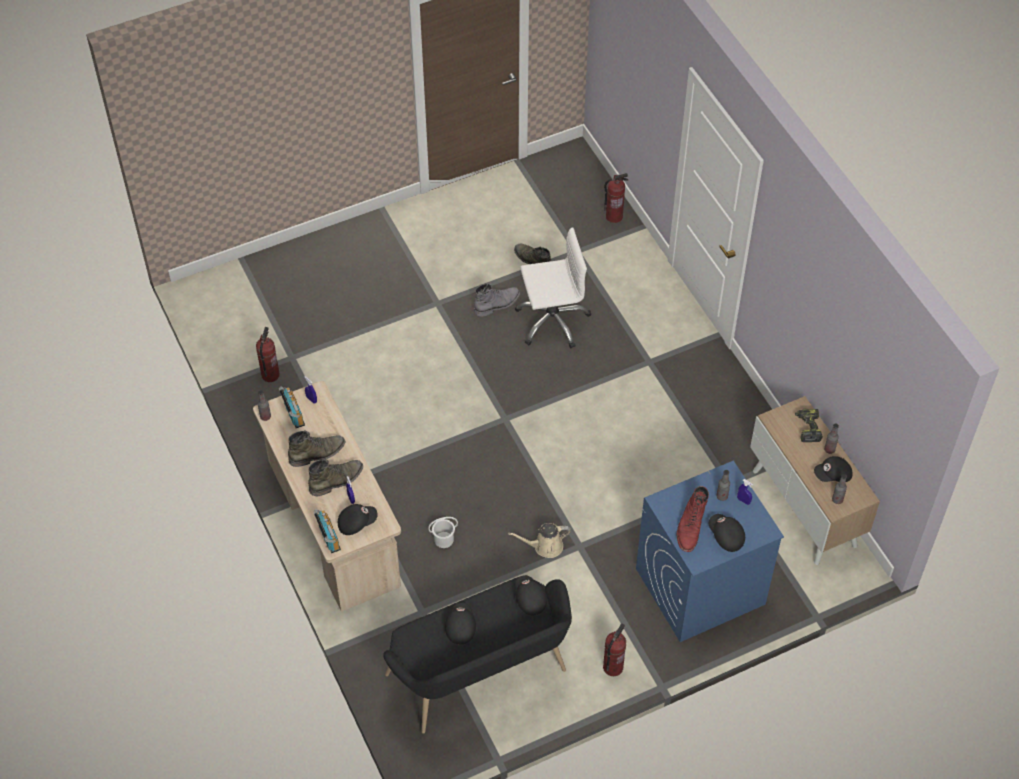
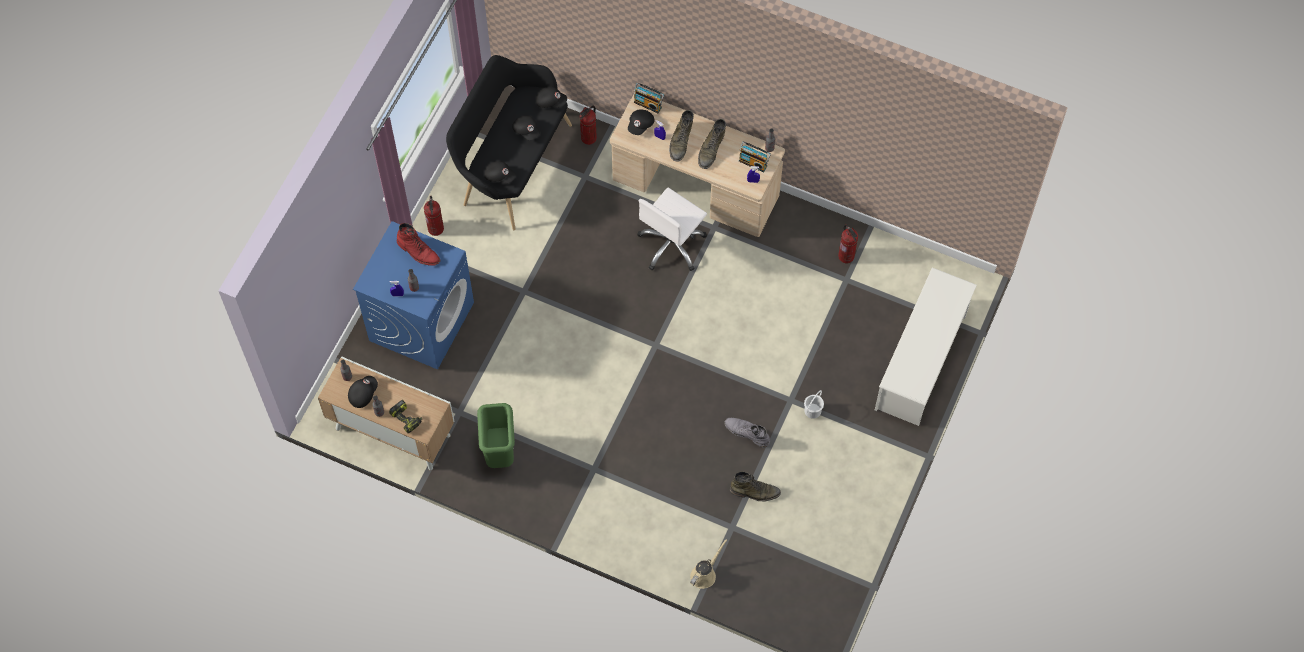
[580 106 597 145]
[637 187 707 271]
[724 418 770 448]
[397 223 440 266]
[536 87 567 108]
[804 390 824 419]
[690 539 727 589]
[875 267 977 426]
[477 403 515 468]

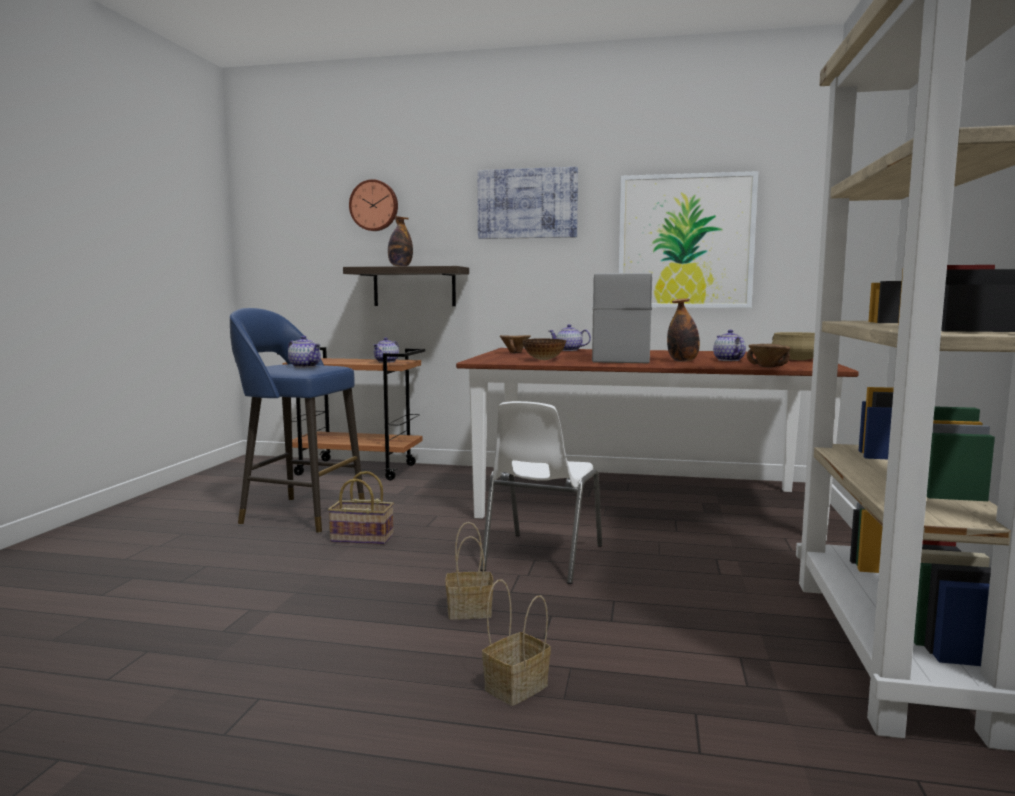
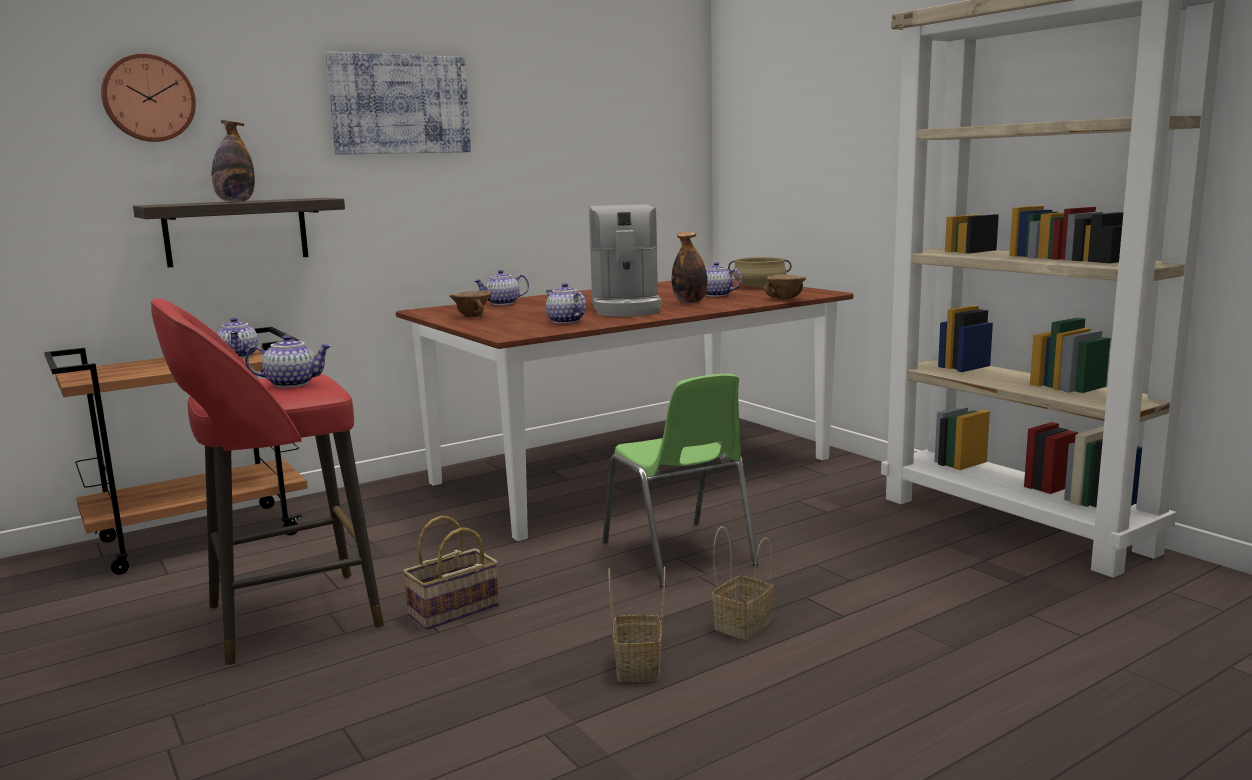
[619 171 758 308] (first image)
[589 204 661 317]
[151 298 384 666]
[546 283 586 324]
[603 374 759 587]
[609 566 665 682]

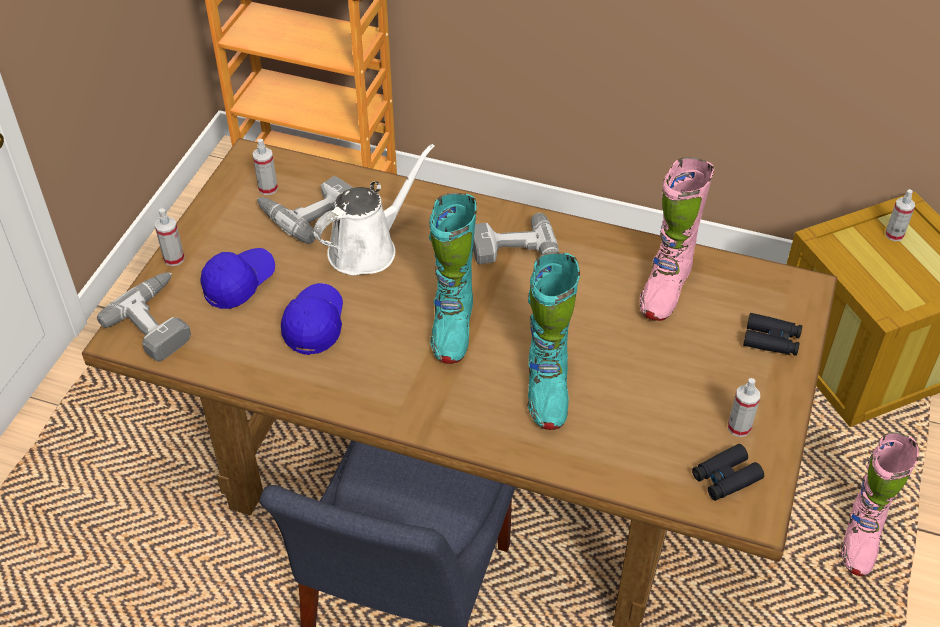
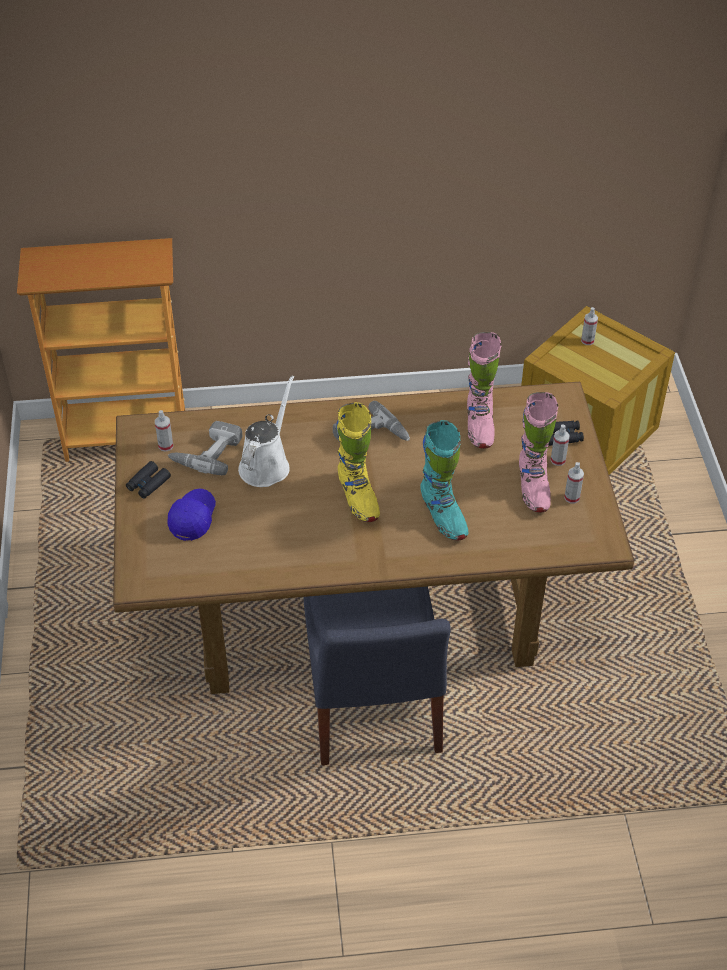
[336 402 380 522]
[551 424 570 466]
[97 272 191 362] (first image)
[281 283 343 355] (first image)
[519 392 558 513]
[126 461 171 499]

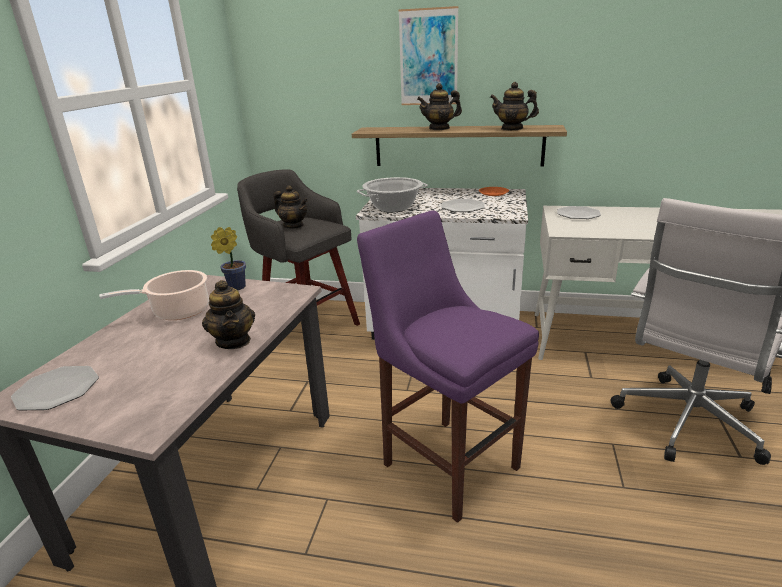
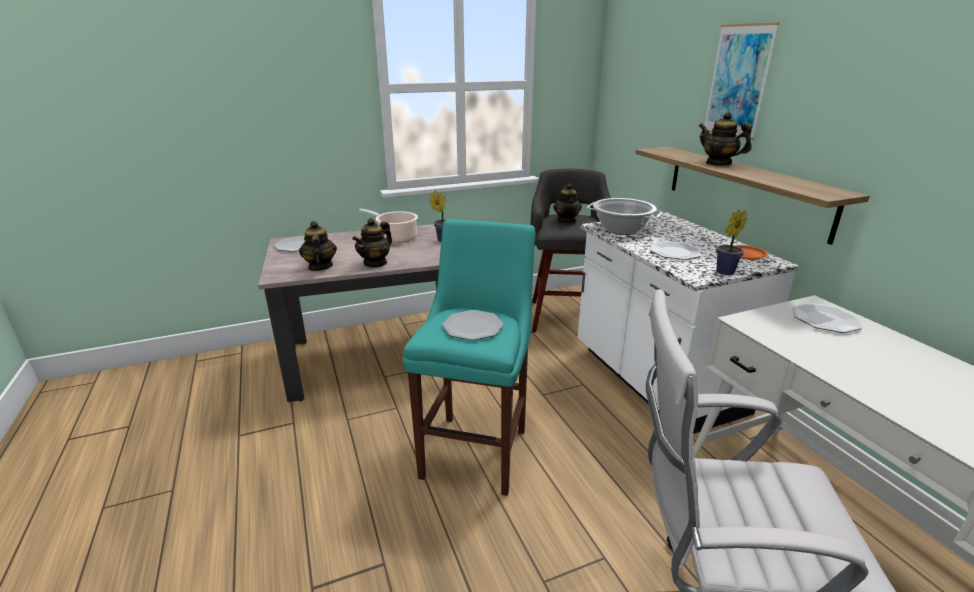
[299 221 337 271]
[403 219 535 496]
[716 209 748 275]
[442 310 504 340]

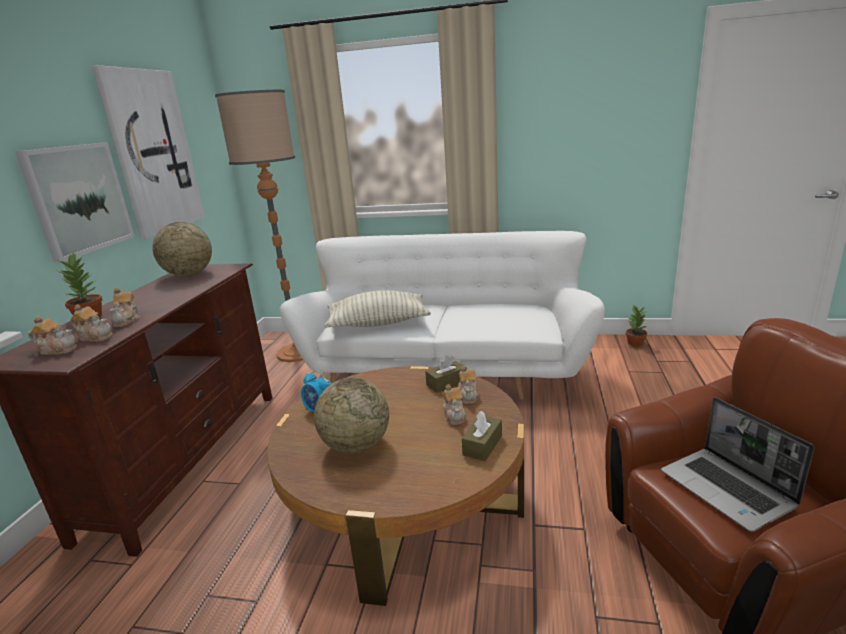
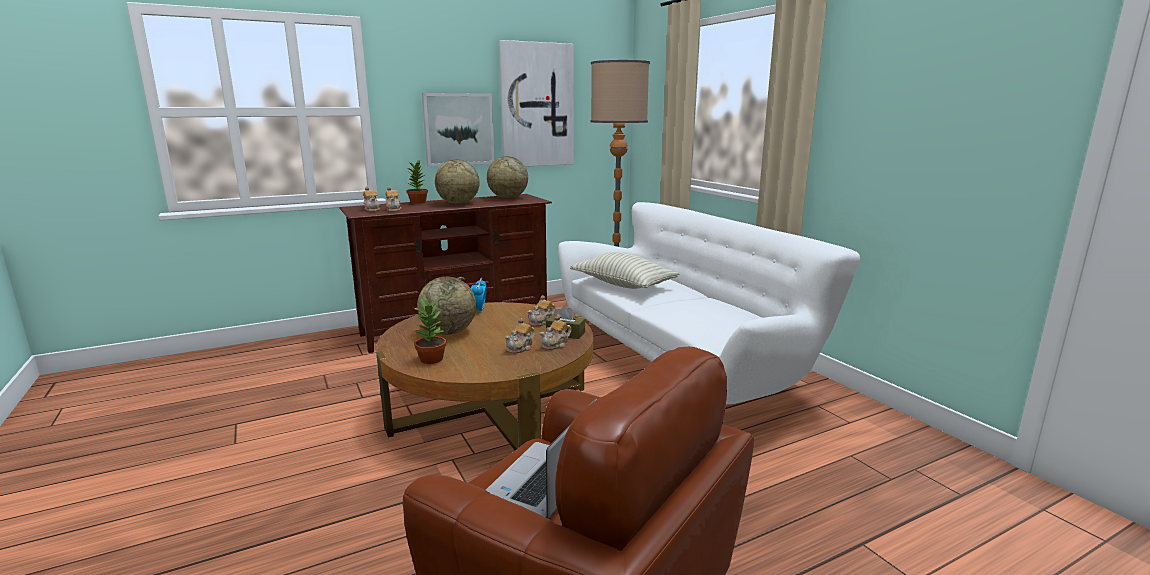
[528 295 555 326]
[414 297 446 364]
[462 411 502 461] (first image)
[435 159 480 204]

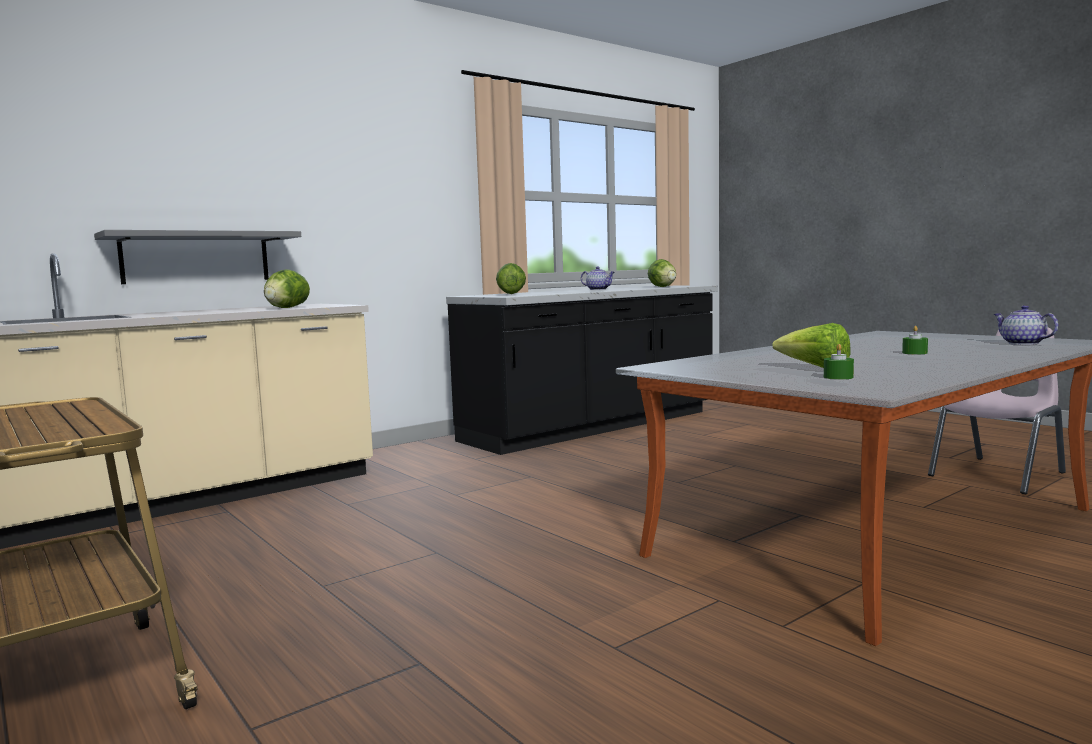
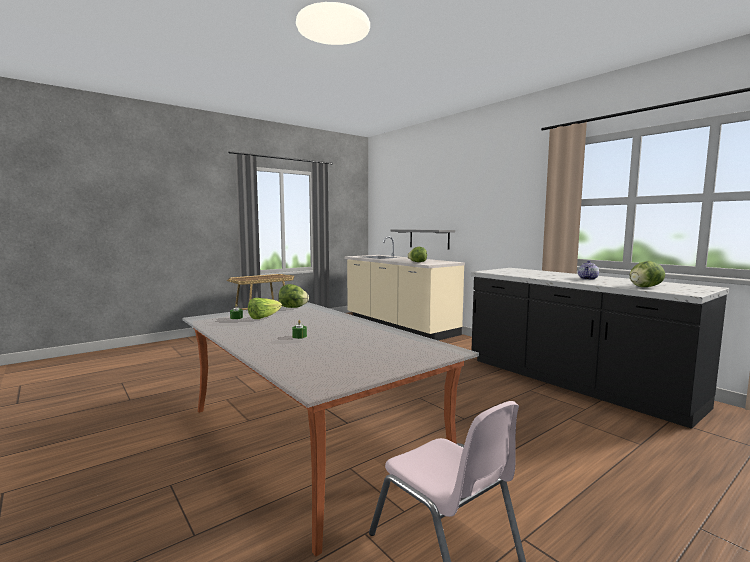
[278 284 309 308]
[993 305 1058 345] (first image)

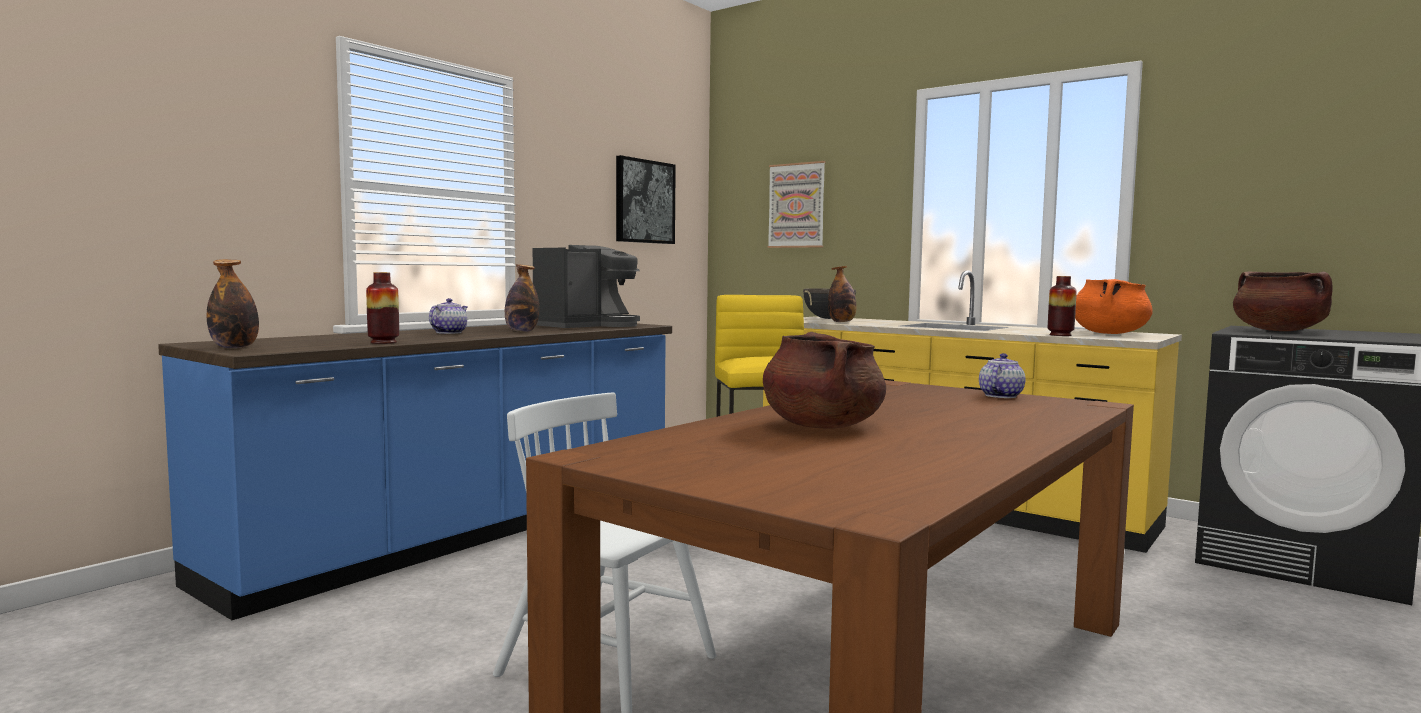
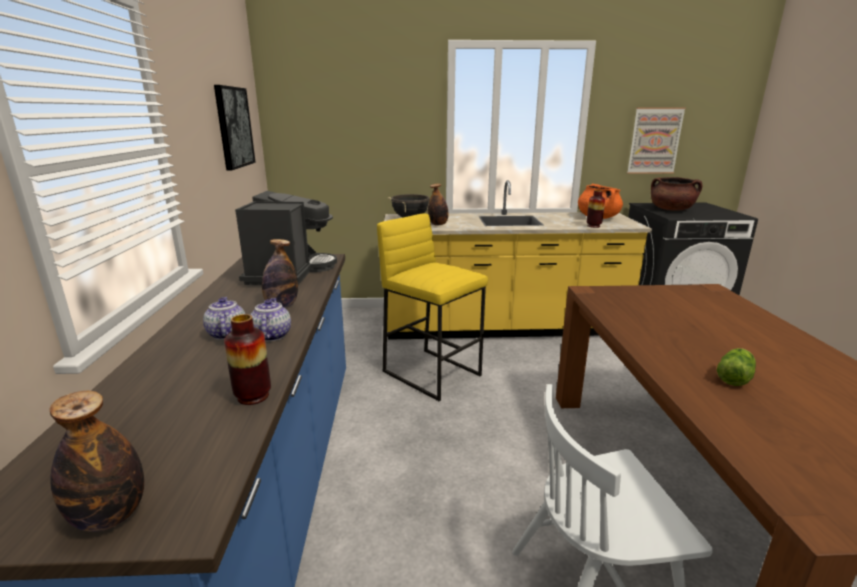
[627 107 686 174]
[717 348 756 386]
[250 298 291 341]

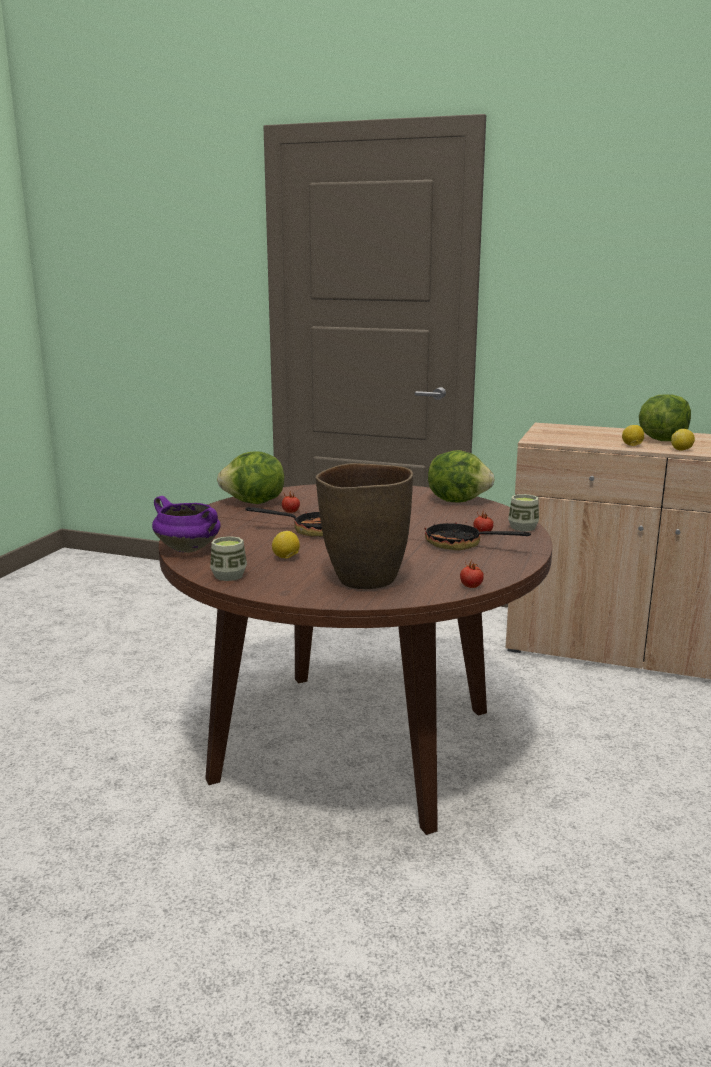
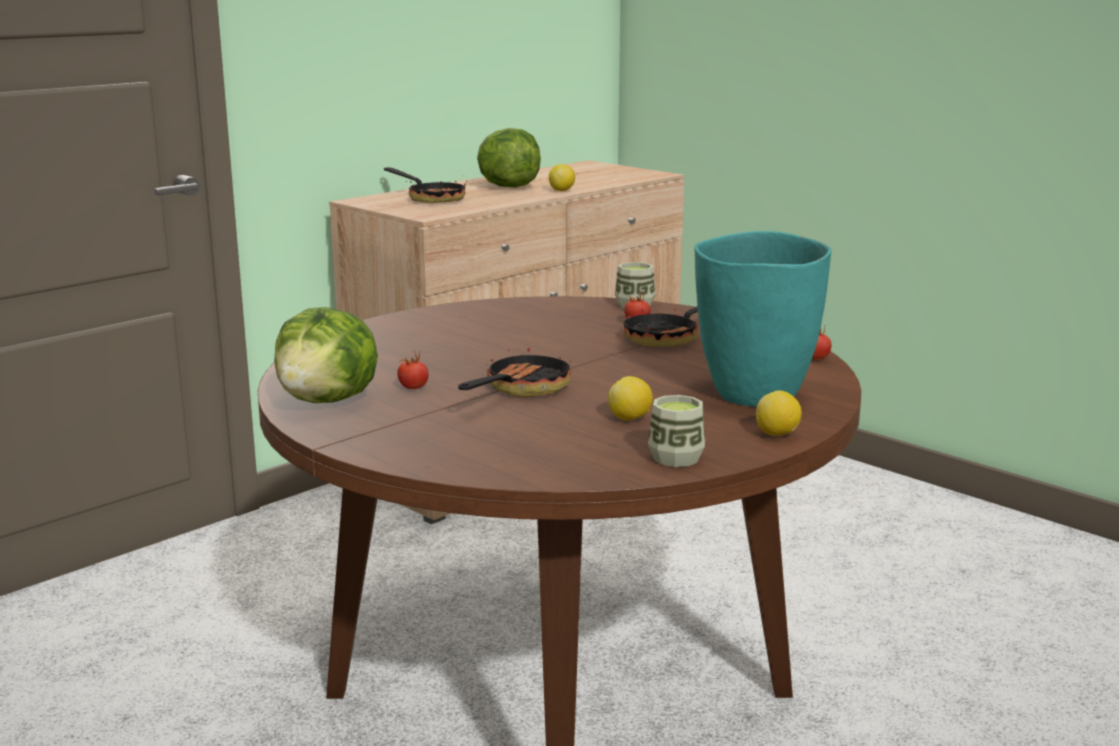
[756 390 802 436]
[428 450 494 502] (first image)
[694 231 832 407]
[152 496 221 553] (first image)
[384 167 467 203]

